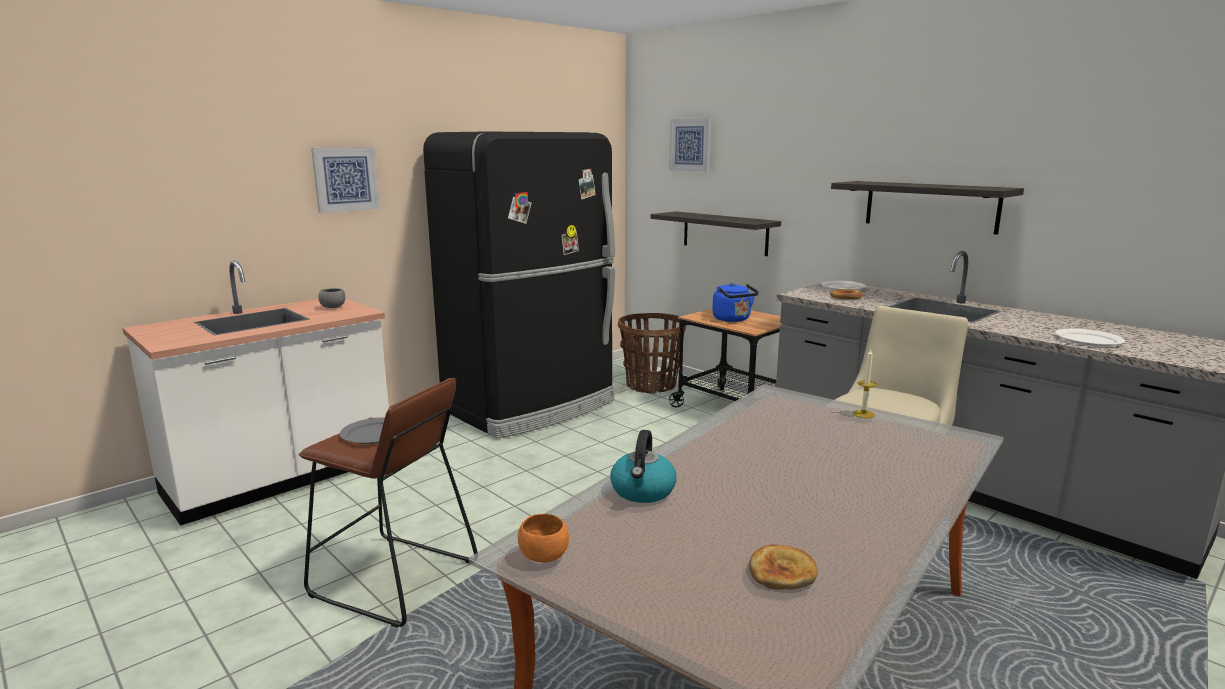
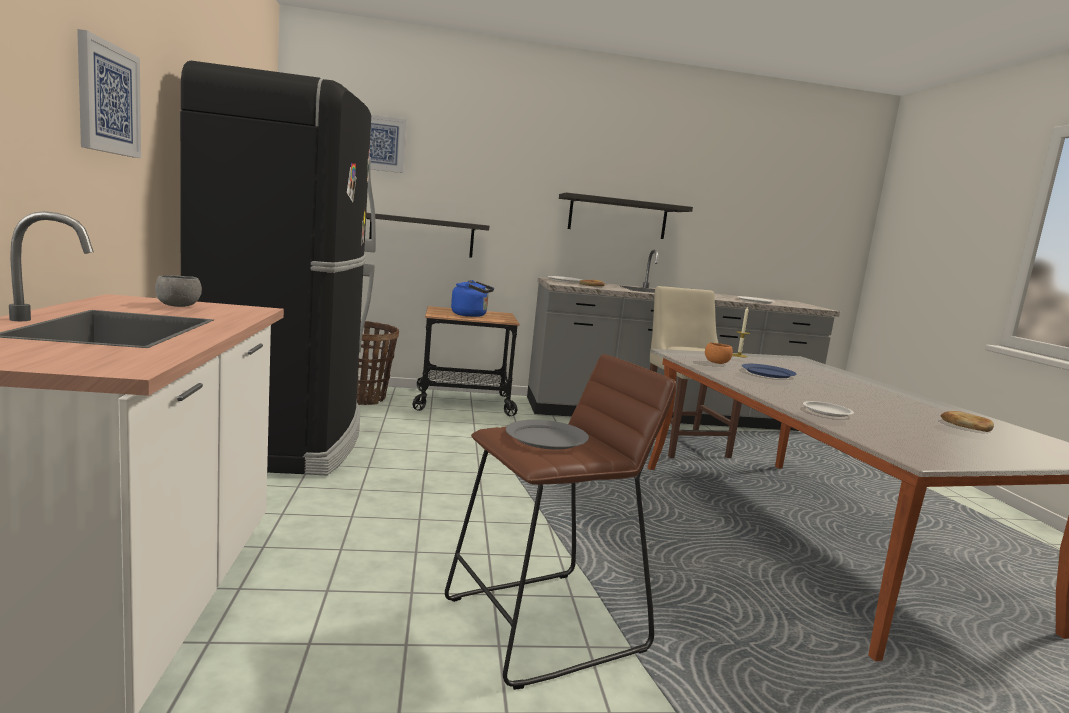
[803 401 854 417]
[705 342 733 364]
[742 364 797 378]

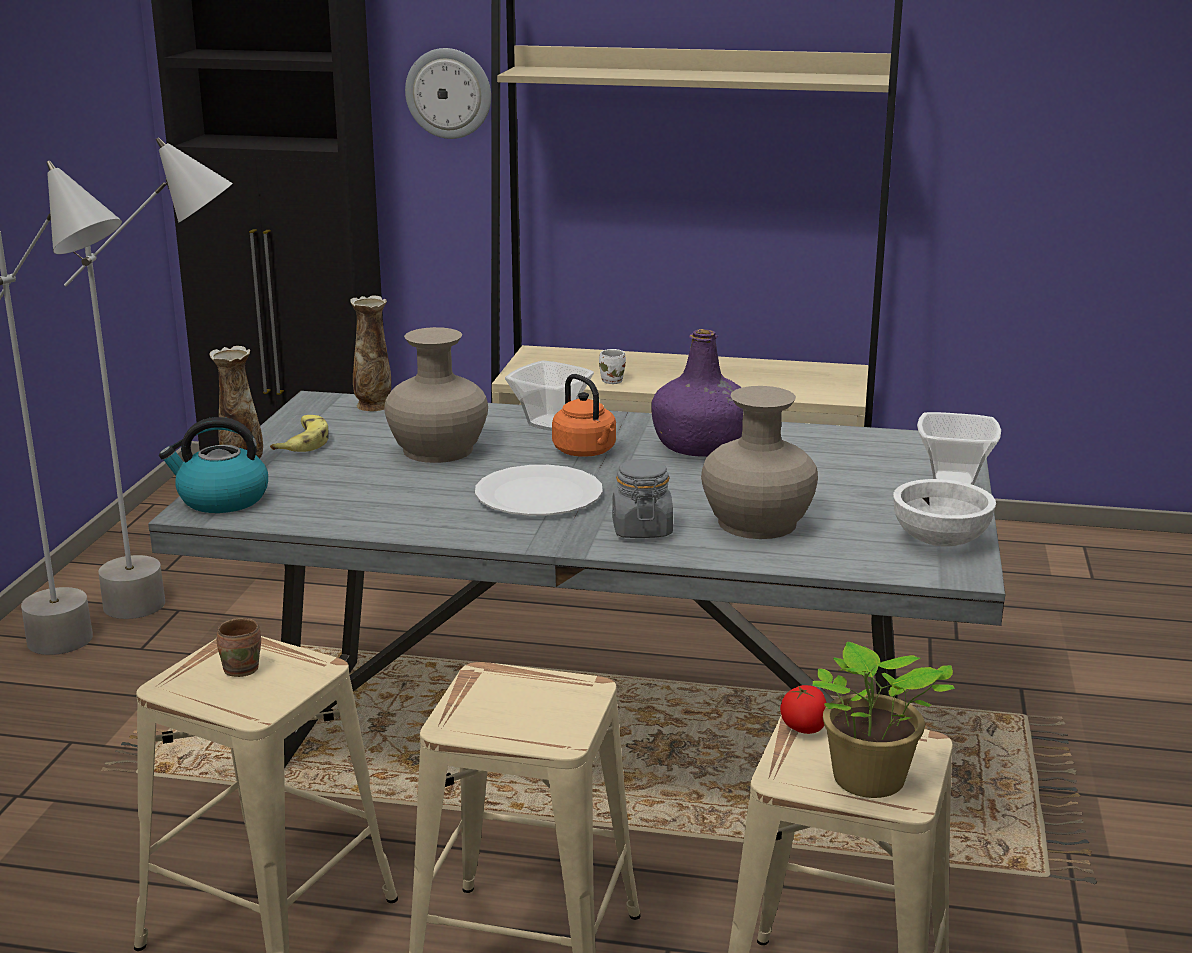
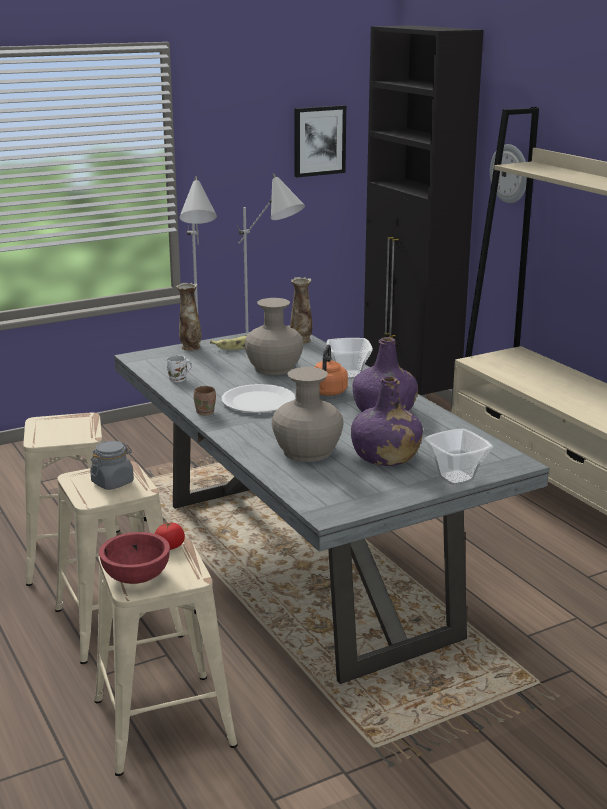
[167 355 192 382]
[159 417 268 513] (first image)
[90 441 134 490]
[893 479 996 547] (first image)
[194 386 216 415]
[99 532 170 584]
[294 105 346 177]
[351 376 423 466]

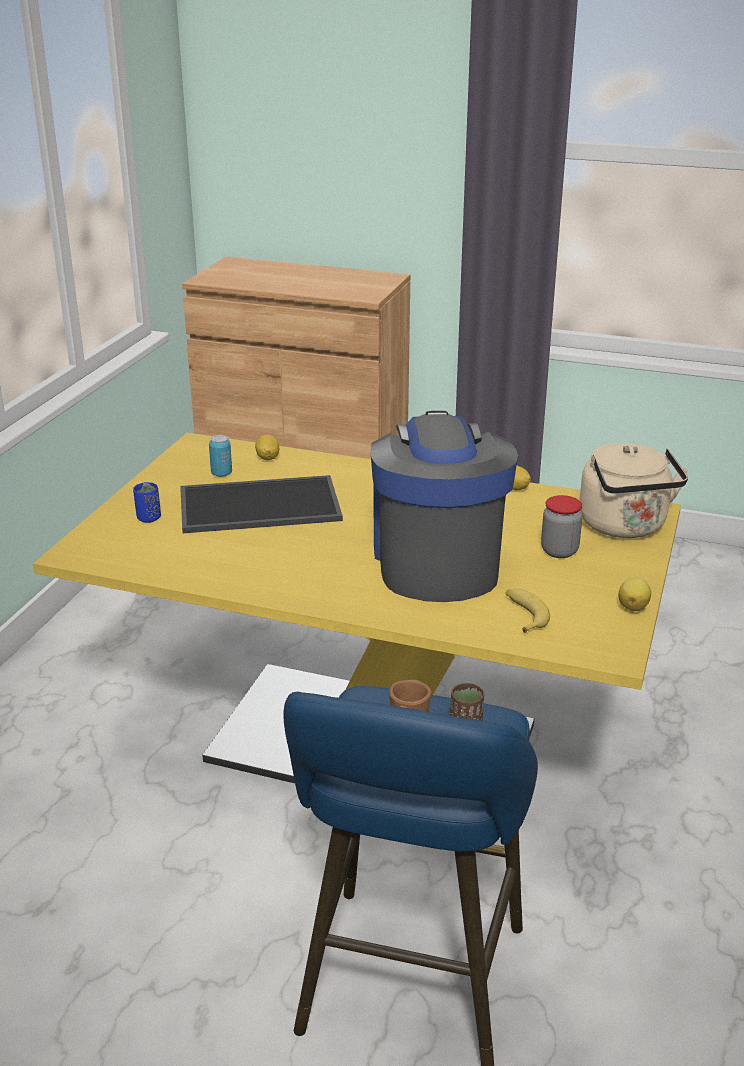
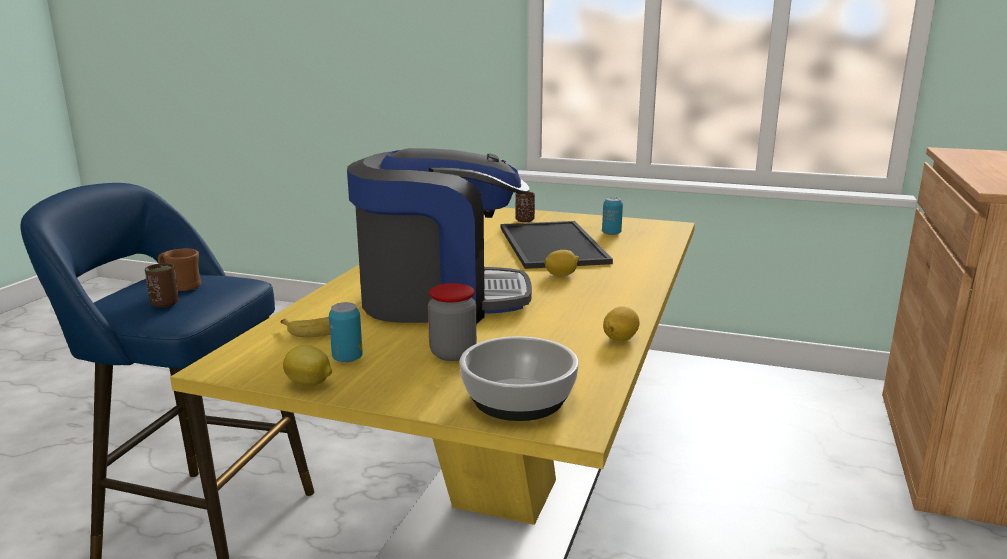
[544 250 579 276]
[459 336 579 421]
[515 192 535 222]
[329 302 363 363]

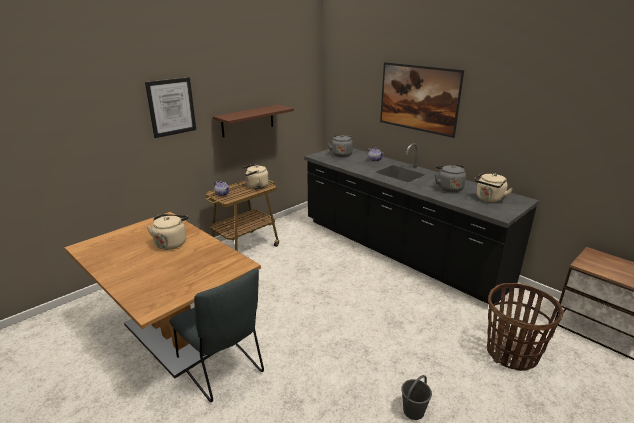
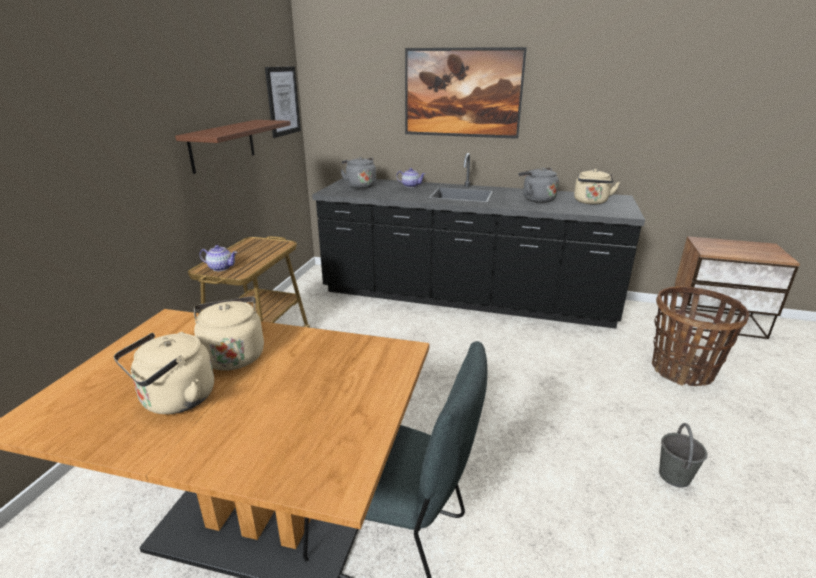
[265 66 301 138]
[113 333 214 414]

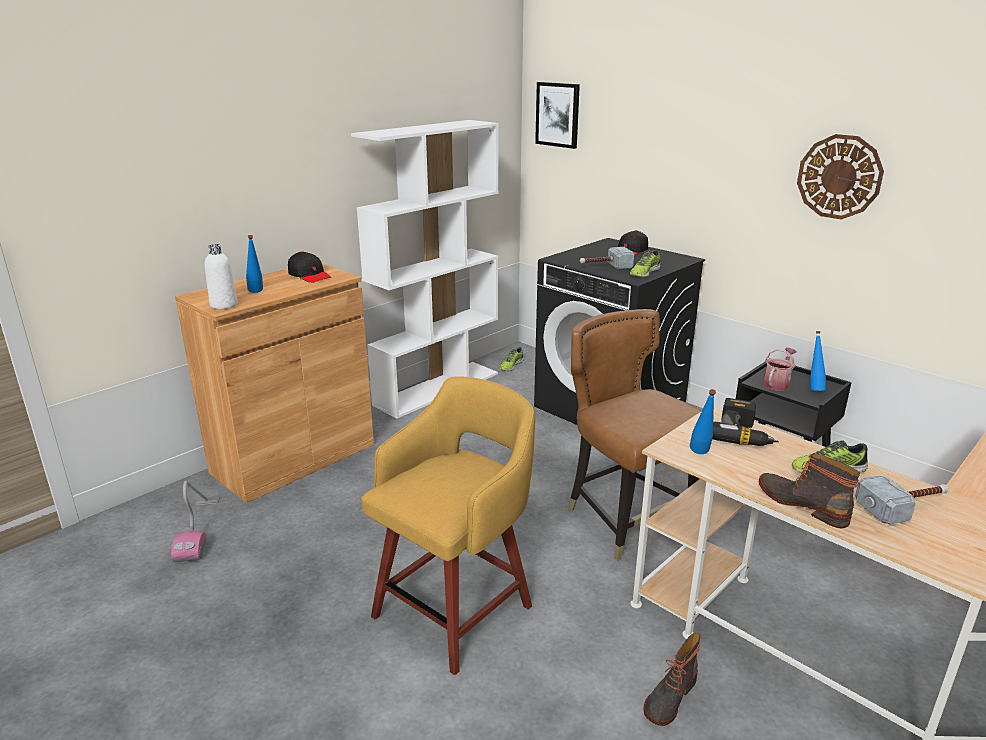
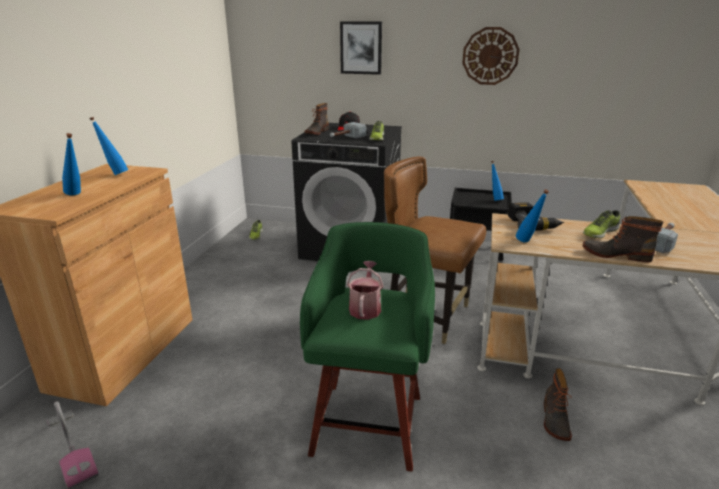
[340 21 382 75]
[351 120 499 419] (first image)
[205 244 237 309] (first image)
[89 117 128 175]
[347 261 383 320]
[300 222 435 472]
[305 103 329 135]

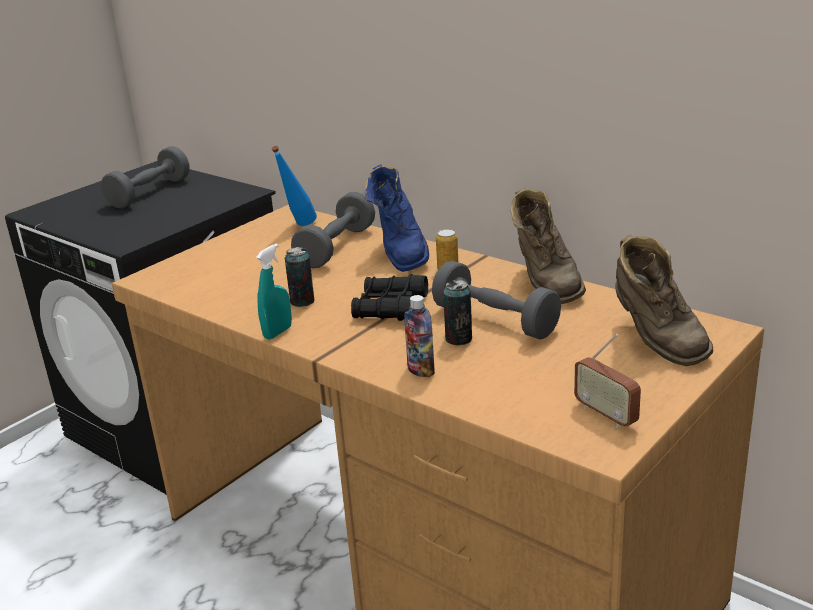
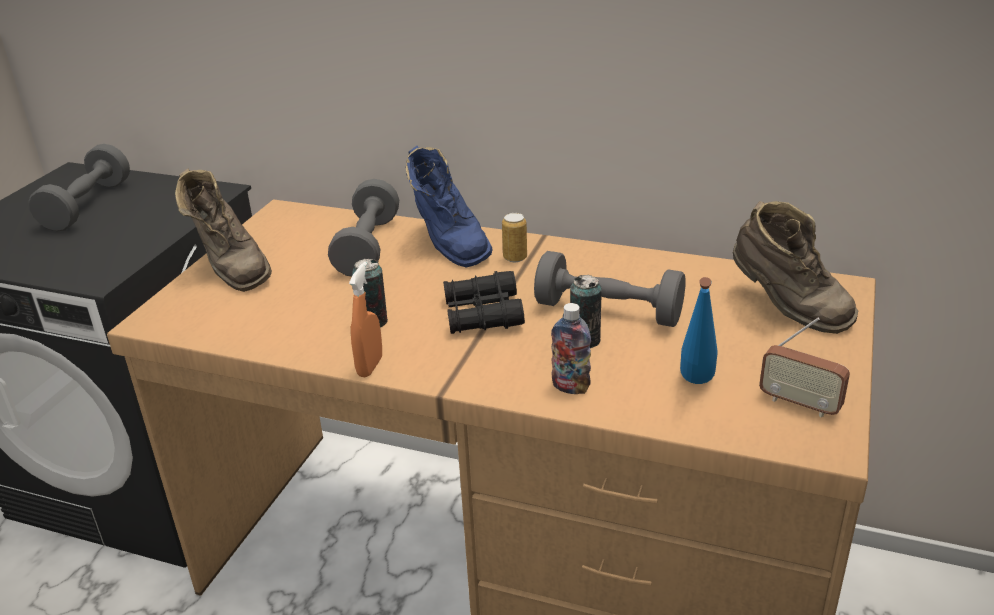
[680 277 718 384]
[175 169 272 292]
[349 262 382 378]

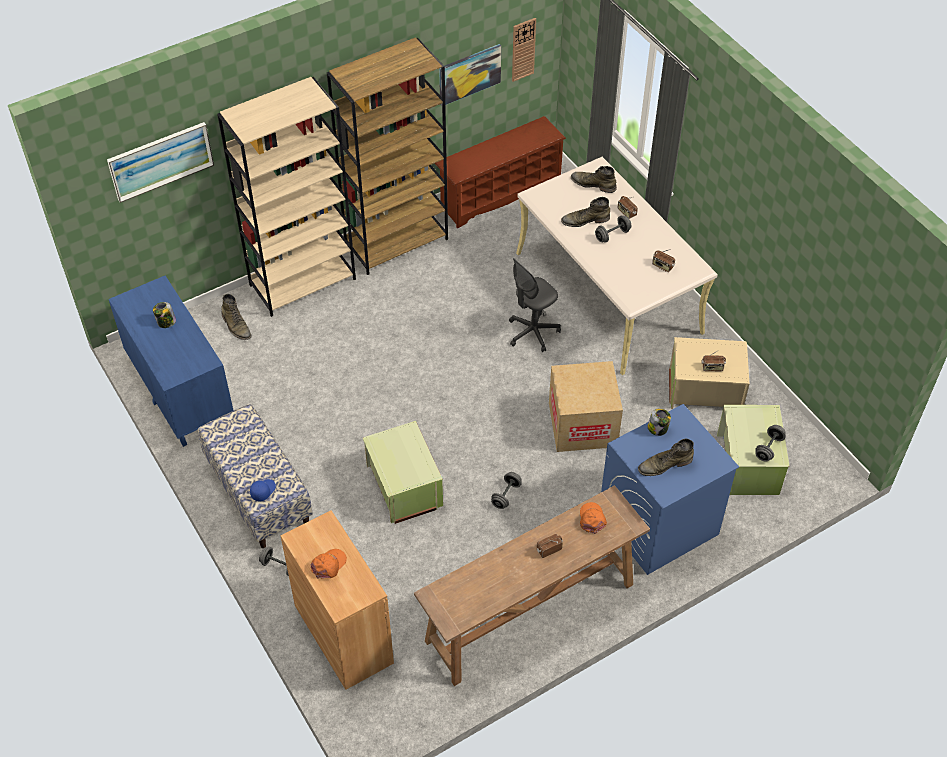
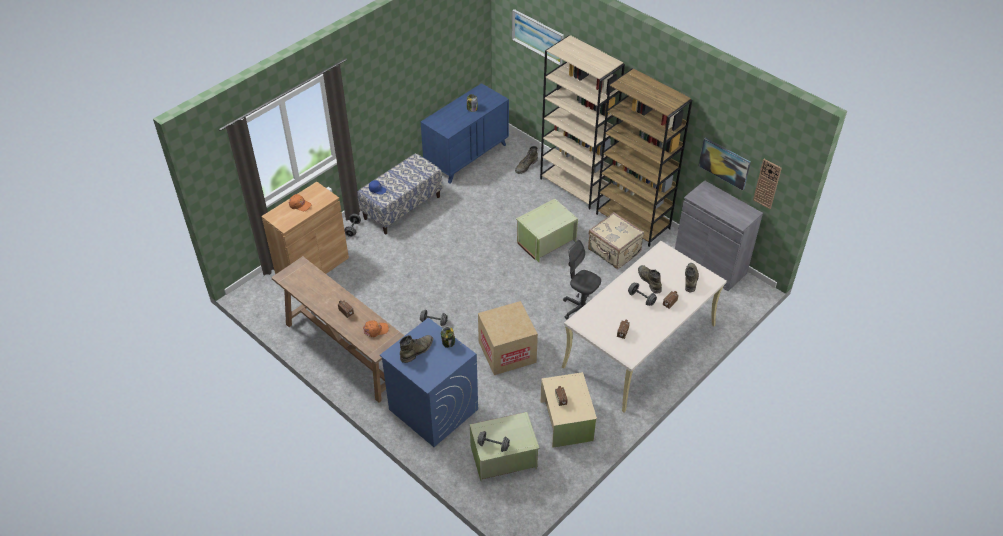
[675 180 763 291]
[516 199 578 262]
[400 335 433 363]
[588 212 644 269]

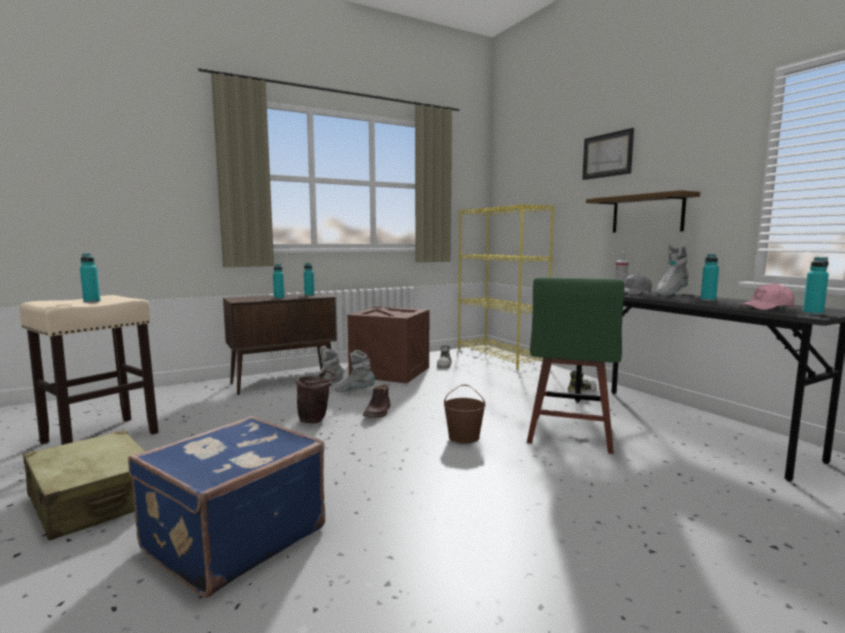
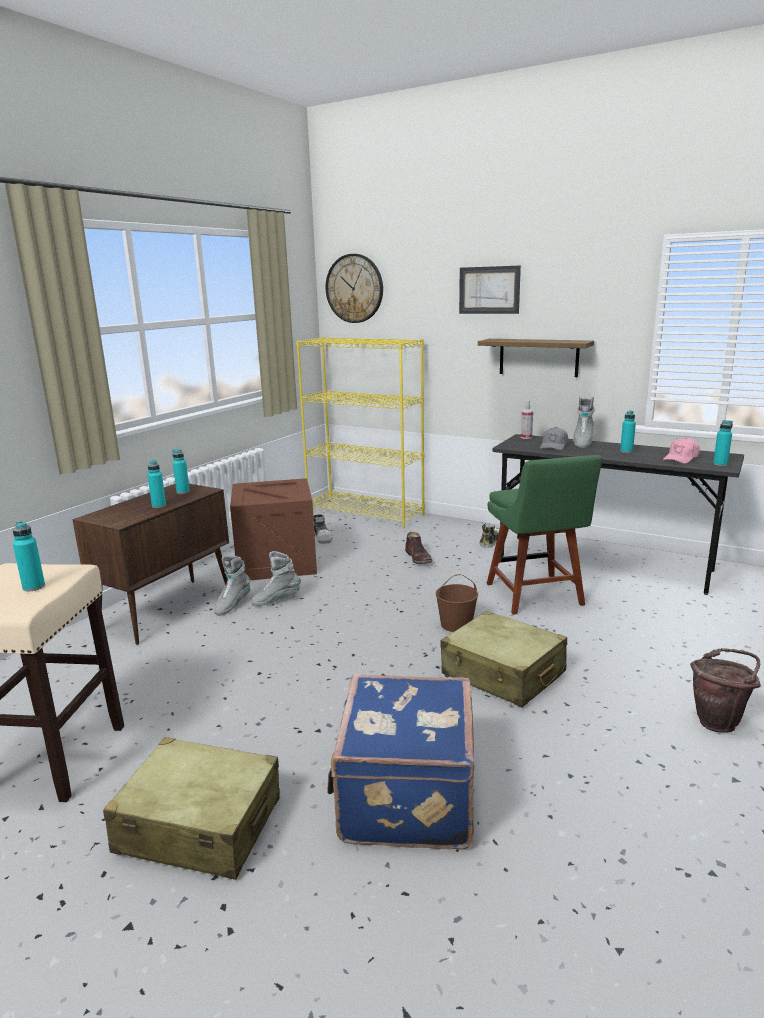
[690 648 760 732]
[405 532 432 564]
[325 254 383 323]
[440 611 567 707]

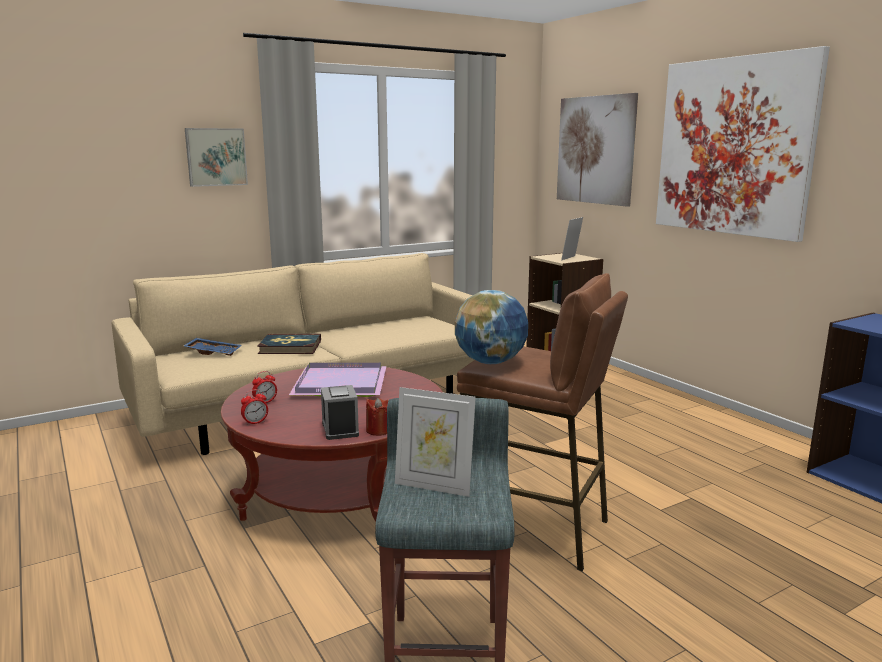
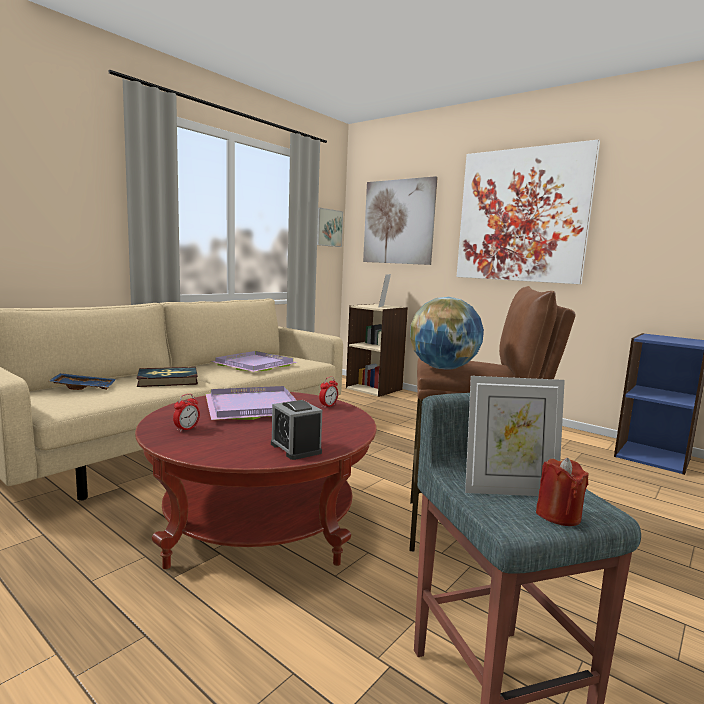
[317 207 343 247]
[319 377 338 408]
[536 458 589 526]
[211 351 298 372]

